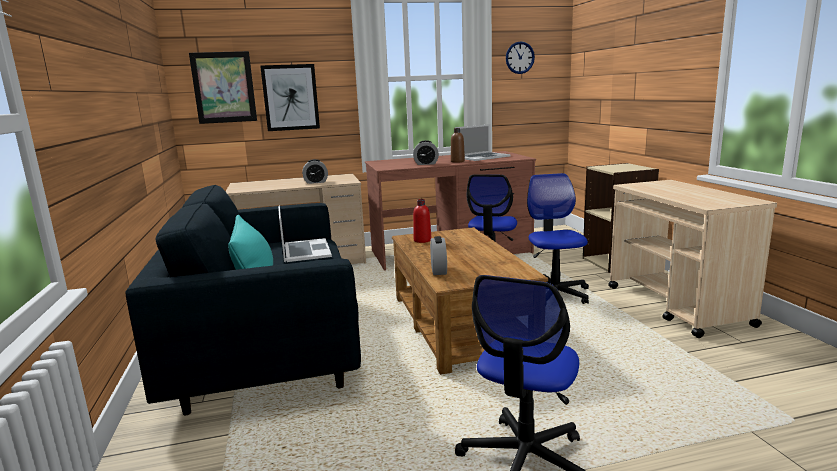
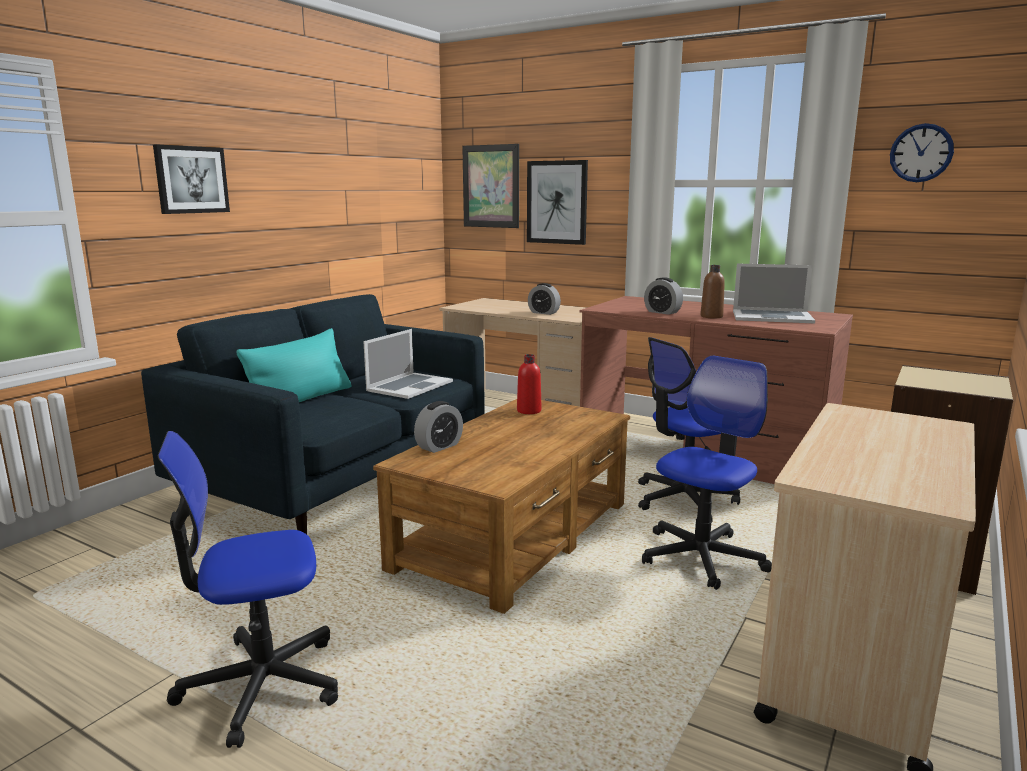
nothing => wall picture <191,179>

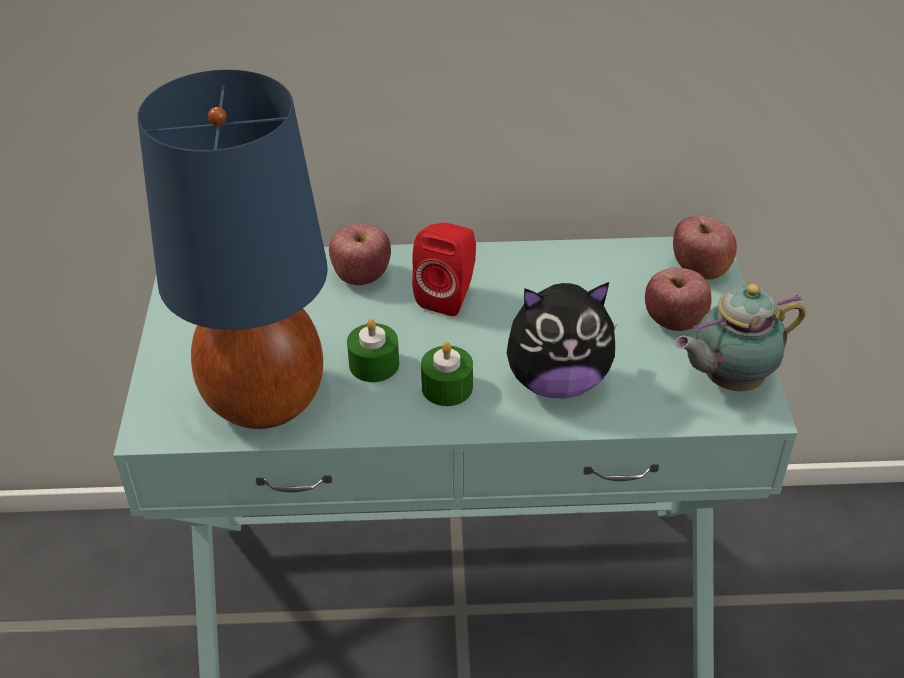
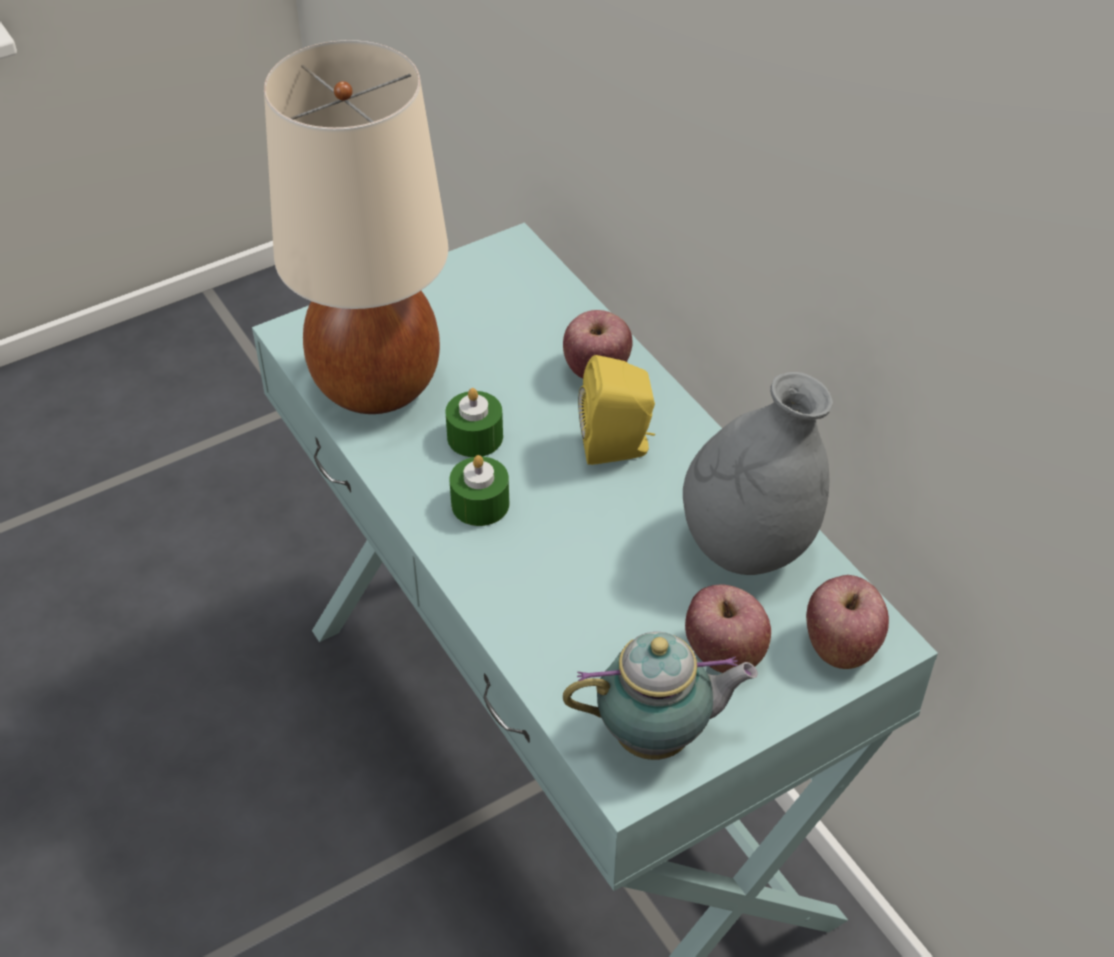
soft toy <562,340> => nothing
nothing => greyish vase <758,473>
bluish tabletop lamp <232,249> => beige tabletop lamp <356,227>
red-coloured speaker <444,269> => yellow speaker <616,410>
pot for tea <740,337> => pot for tea <660,696>, 135 degrees clockwise

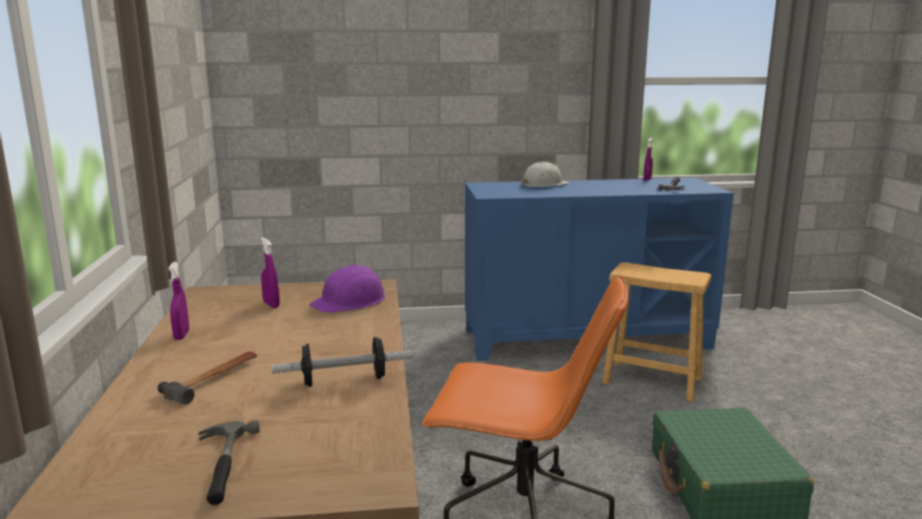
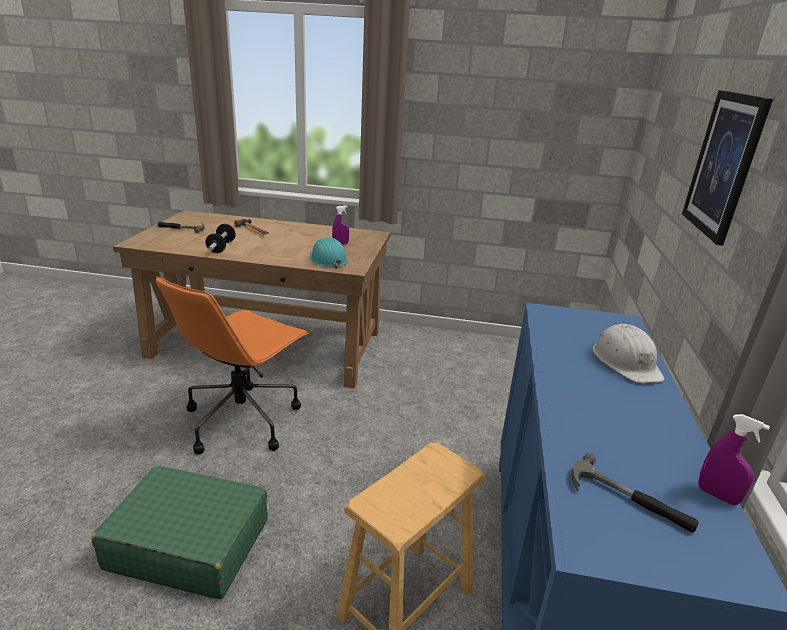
purplish hand sprayer <178,301> => nothing
nothing => wall picture <727,168>
purplish safety helmet <347,288> => turquoise-coloured safety helmet <329,253>

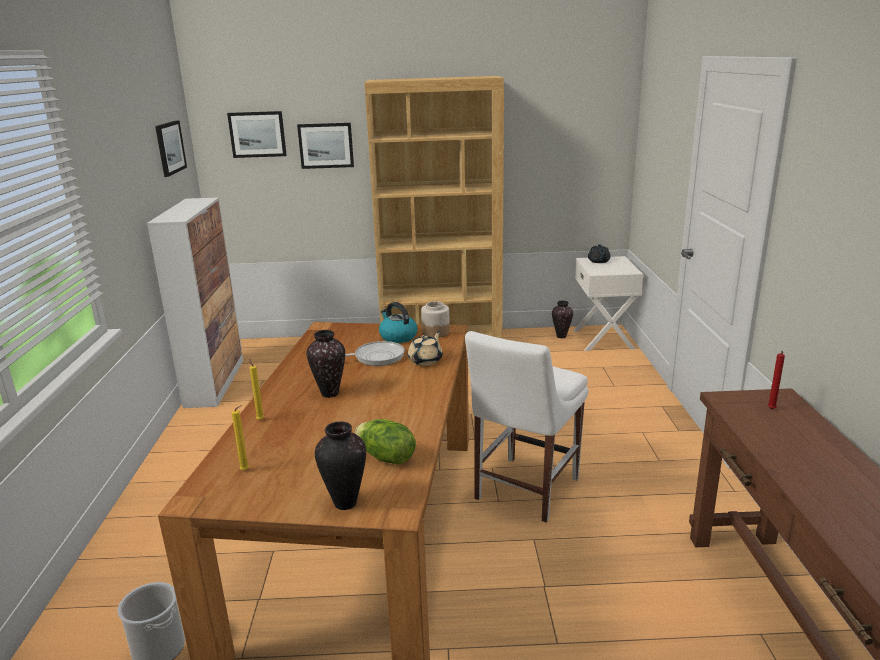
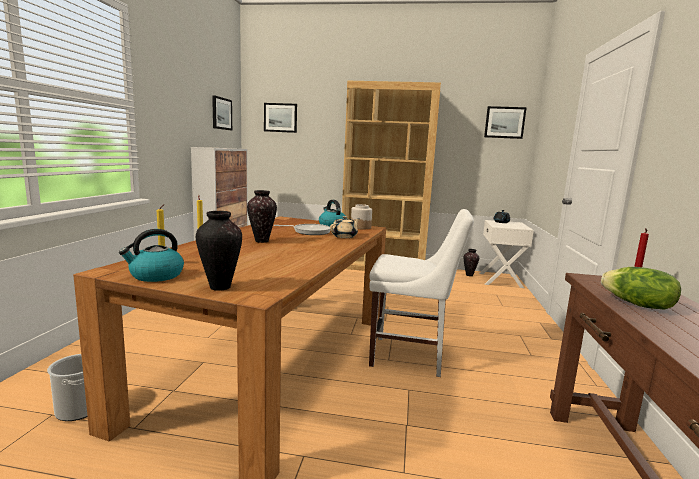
nothing => kettle <151,255>
wall picture <325,146> => wall picture <505,122>, relocated
head of lettuce <385,441> => head of lettuce <641,288>, relocated
white plain chair <527,427> => white plain chair <421,293>, 120 degrees counterclockwise

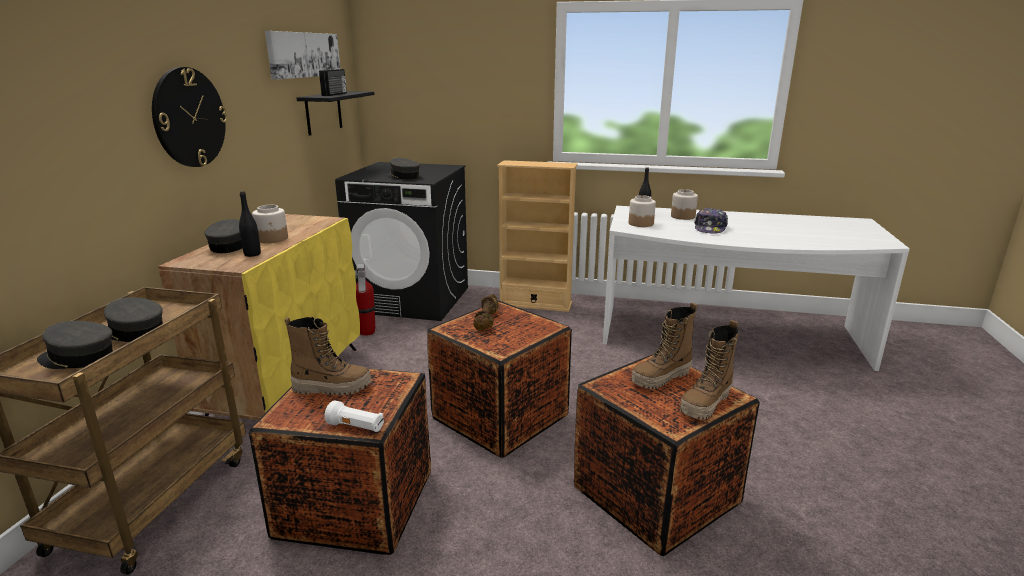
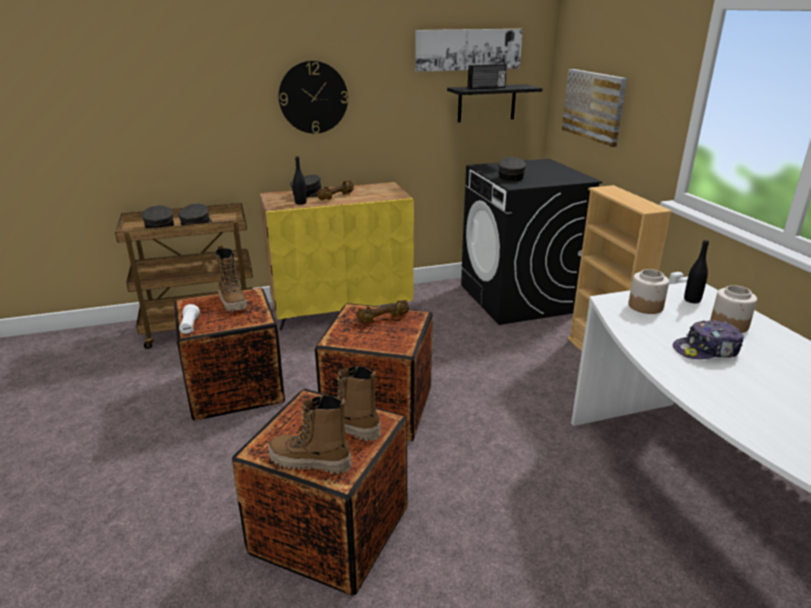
fire extinguisher <365,300> => nothing
nothing => wall picture <594,108>
storage jar <270,224> => brown-coloured dumbbell <335,190>

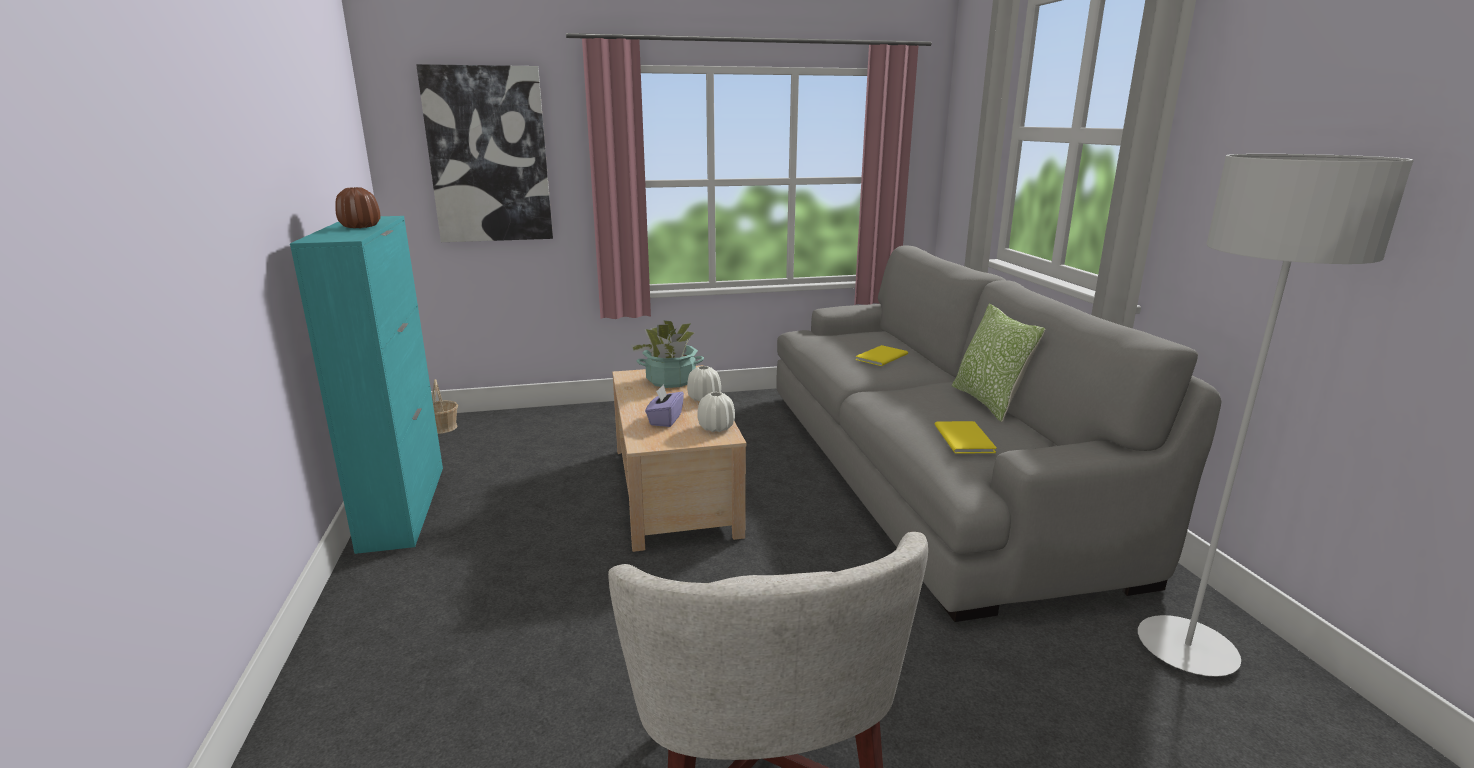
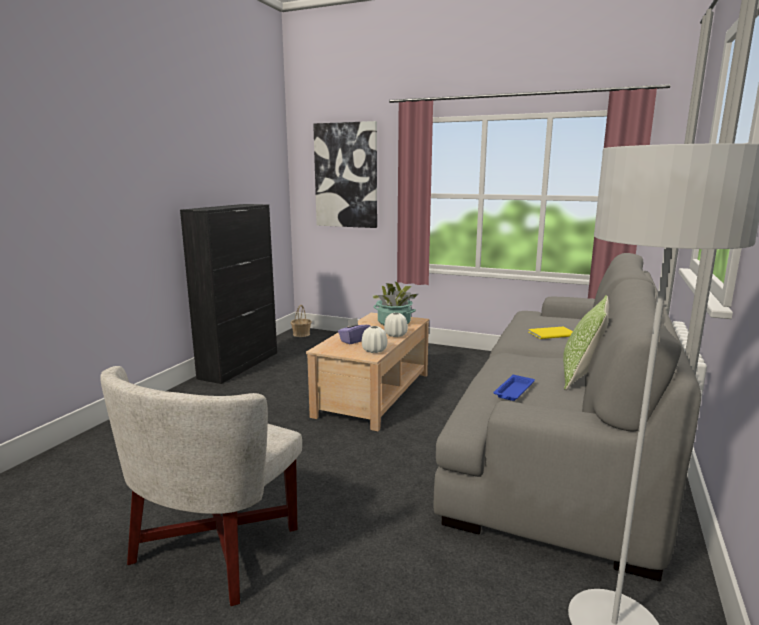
brown-coloured vase <357,207> => nothing
yellow book <965,437> => bluish carrying tray <514,388>
turquoise-coloured cabinet <366,385> => black-coloured cabinet <228,294>

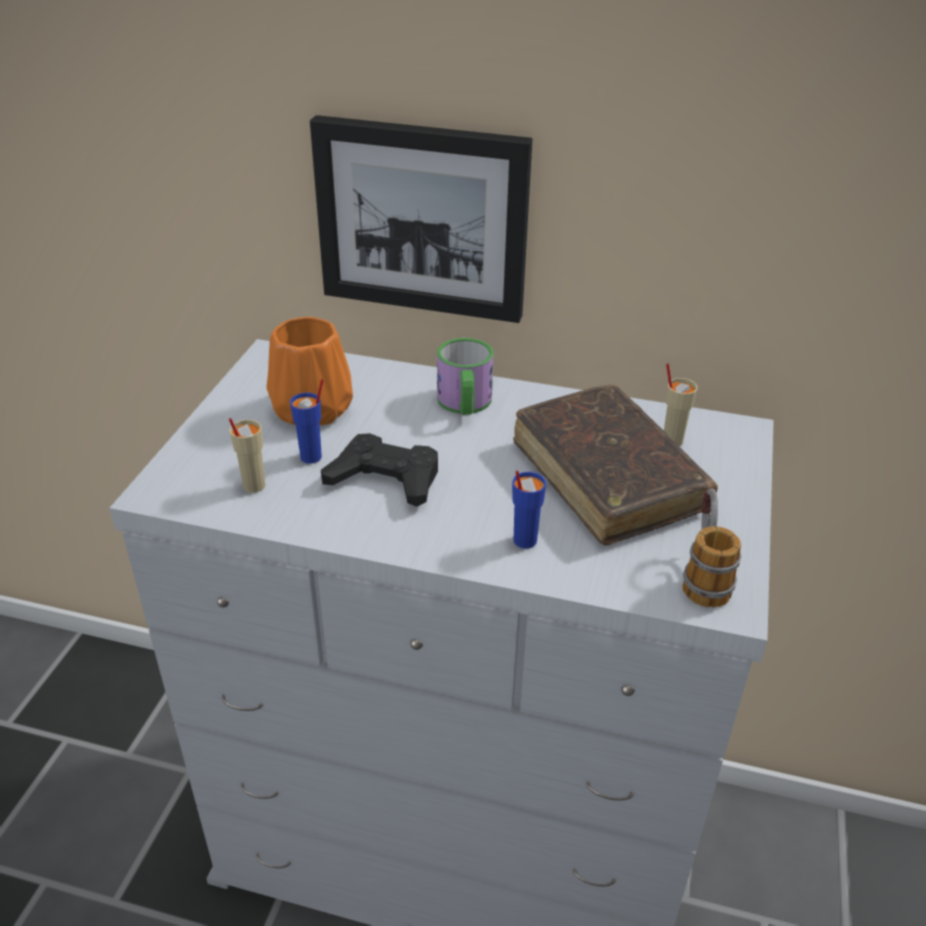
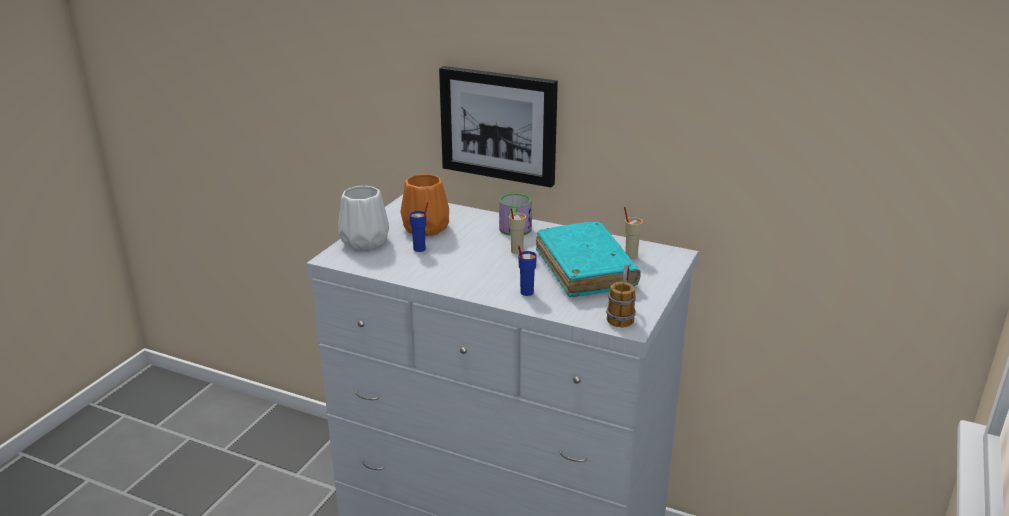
black-coloured joypad <379,470> => nothing
nothing => white vase <364,218>
beige small cup <247,455> => beige small cup <517,231>, relocated
brown-coloured book <615,465> => turquoise-coloured book <588,259>

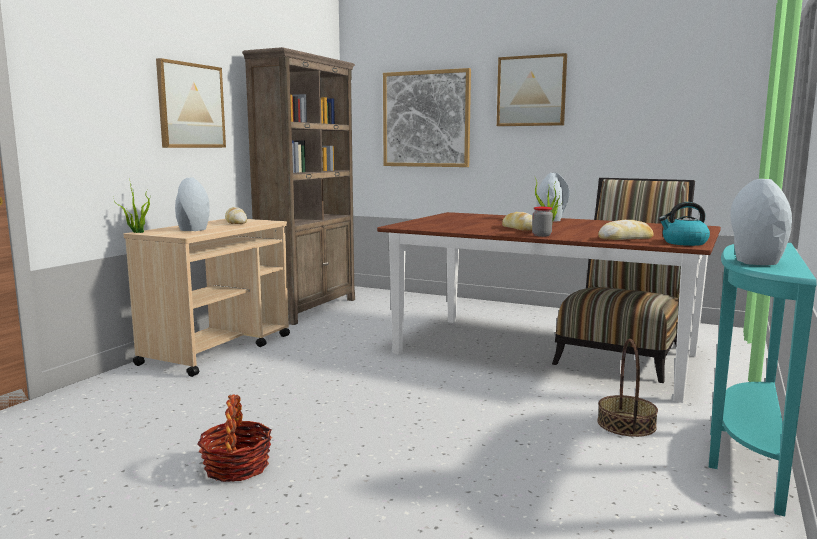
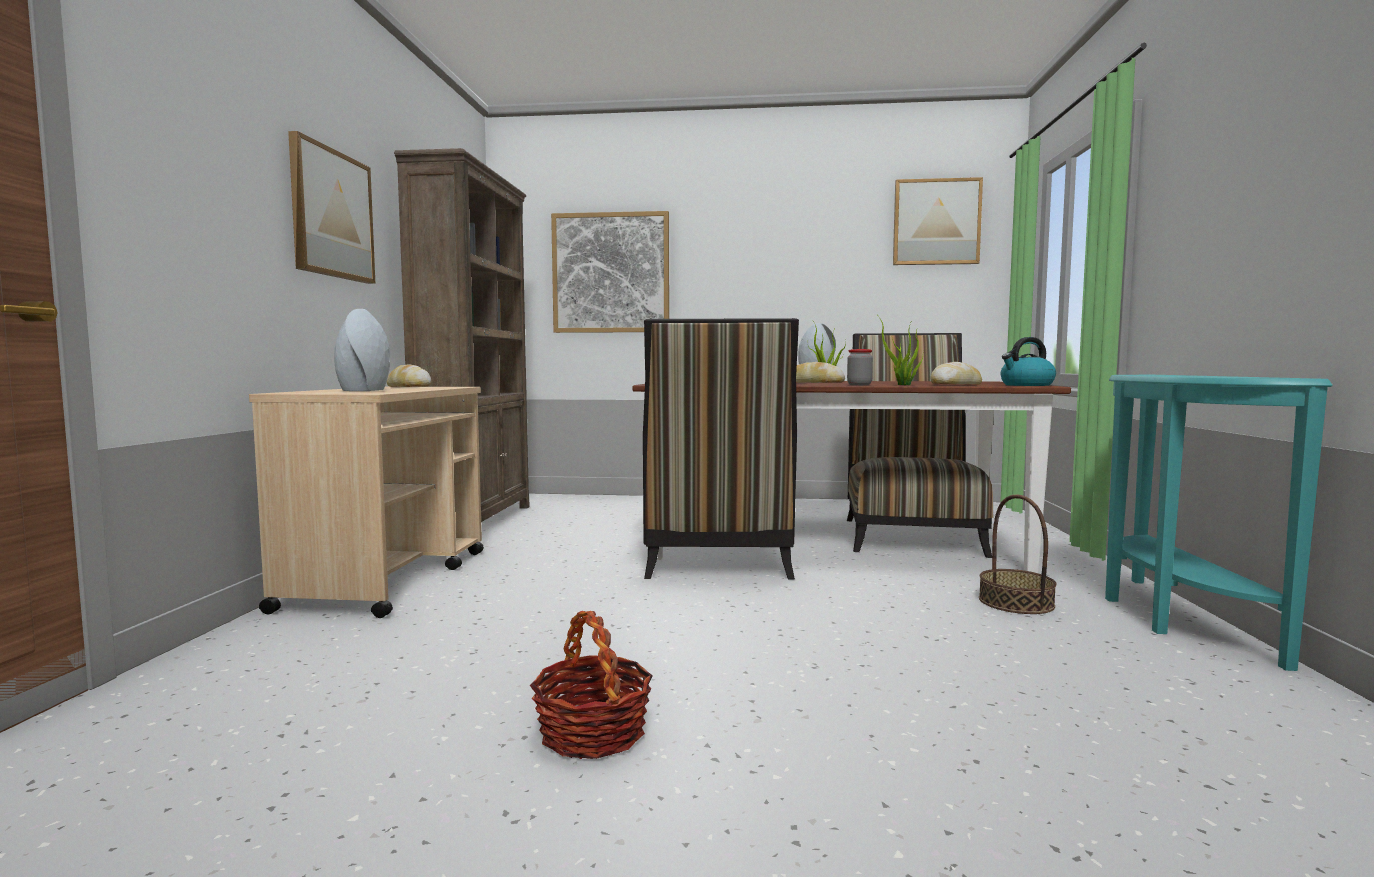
greyish vase <761,222> => nothing
nothing => plain chair <721,449>
plant in a pot <132,208> => plant in a pot <901,350>, relocated
wall picture <532,89> => wall picture <938,221>, relocated

